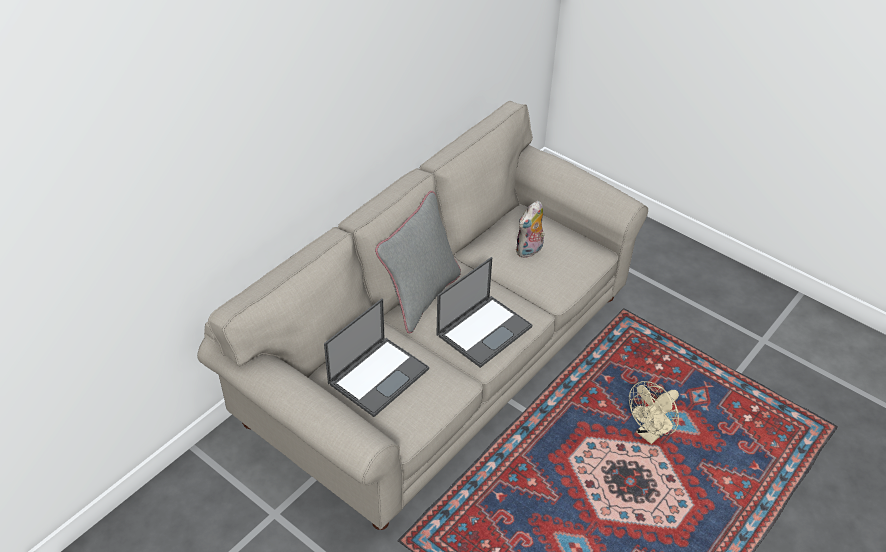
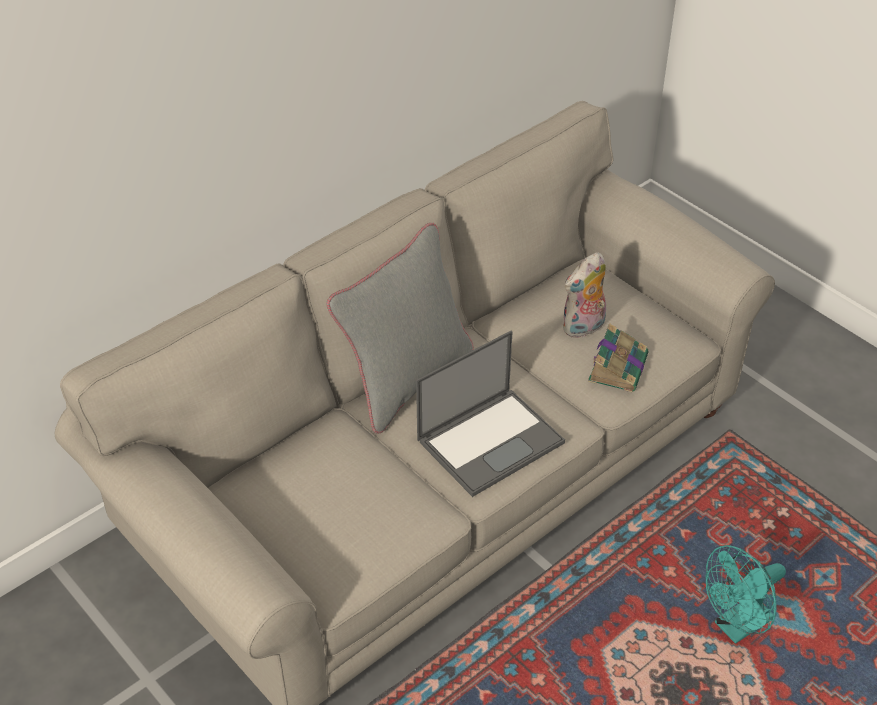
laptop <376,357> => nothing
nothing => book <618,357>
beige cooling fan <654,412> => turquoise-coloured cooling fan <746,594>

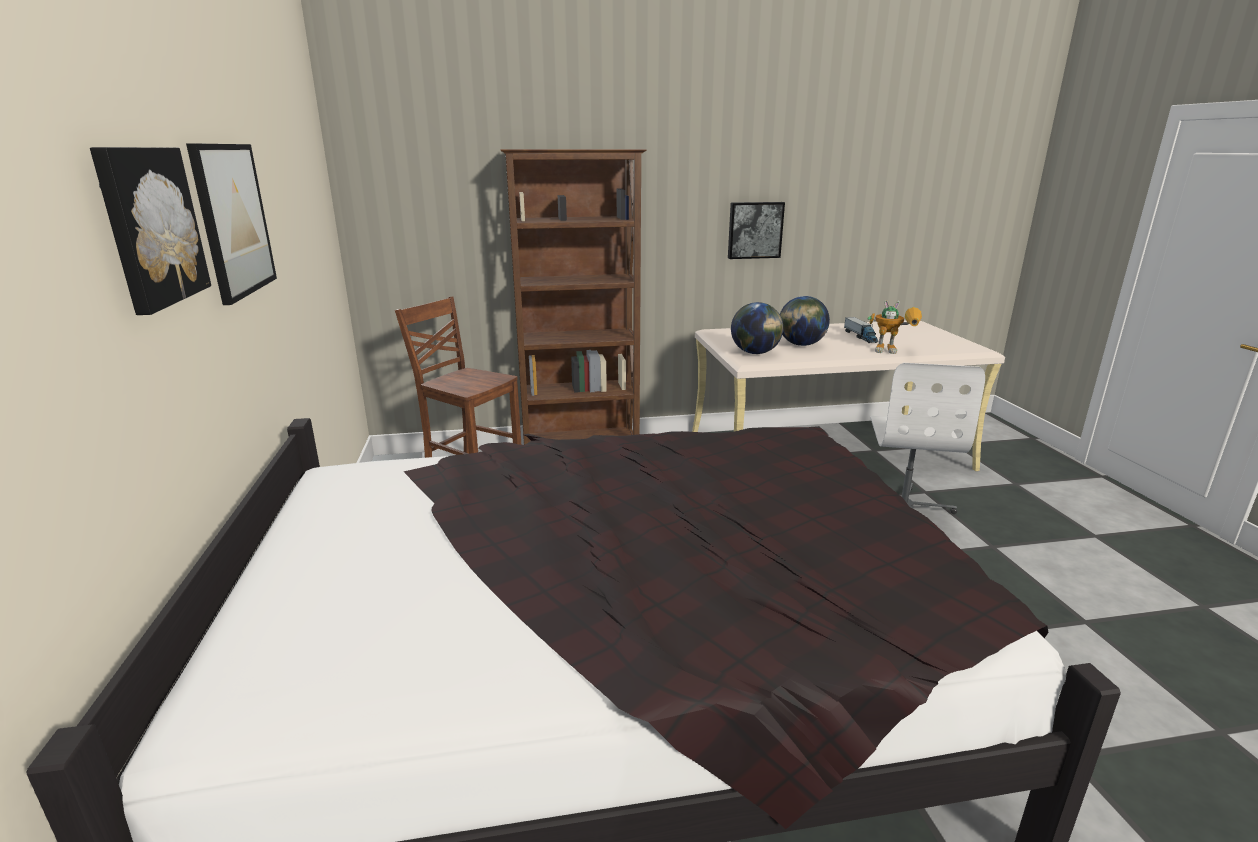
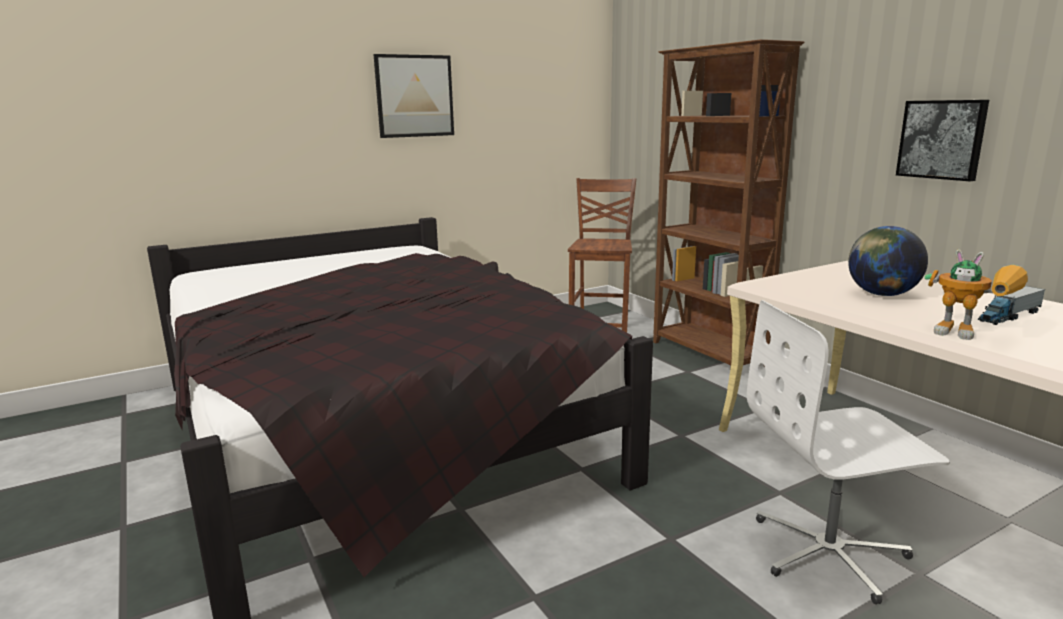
wall picture <150,231> => nothing
desk globe <757,328> => nothing
model robot <894,327> => model robot <976,295>, 45 degrees counterclockwise

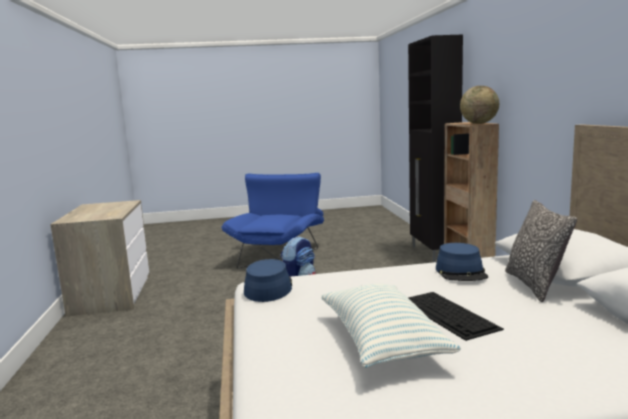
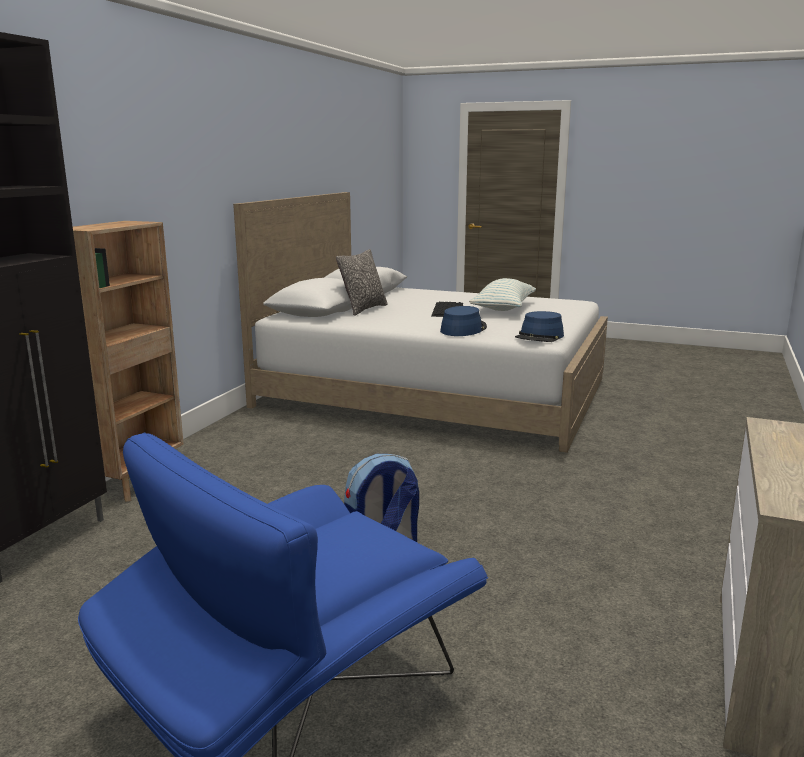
desk globe <479,105> => nothing
bluish hat <462,262> => bluish hat <463,321>, relocated

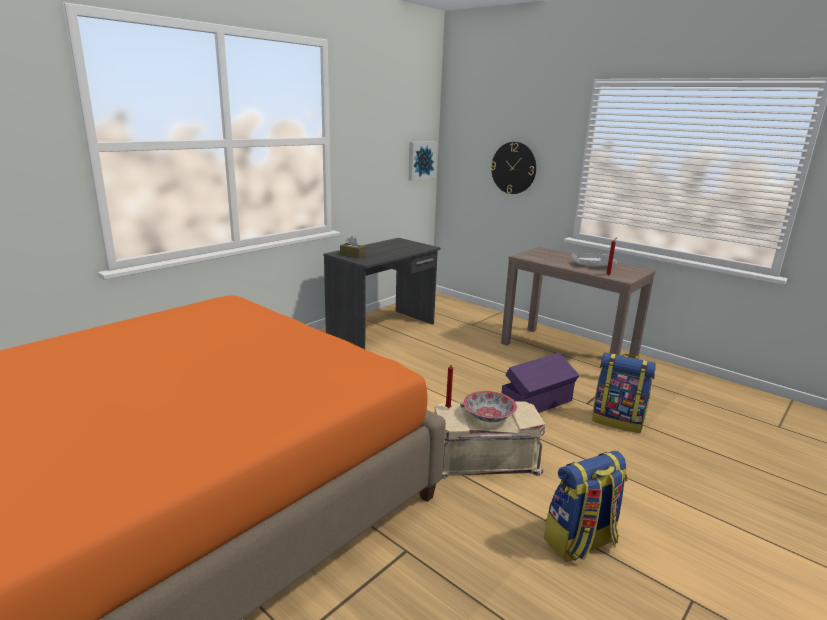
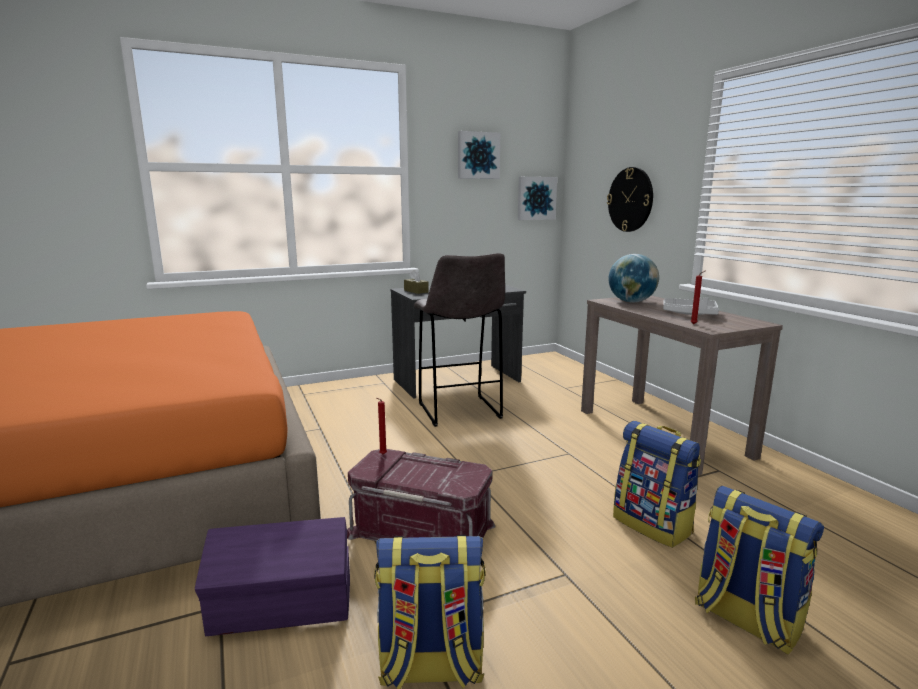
deep dish <490,406> => nothing
nothing => greyish stool <459,340>
nothing => wall picture <479,155>
nothing => desk globe <634,278>
nothing => backpack <759,570>
purplish storage bin <540,383> => purplish storage bin <272,576>, relocated
beige storage bin <490,440> => red-coloured storage bin <421,495>

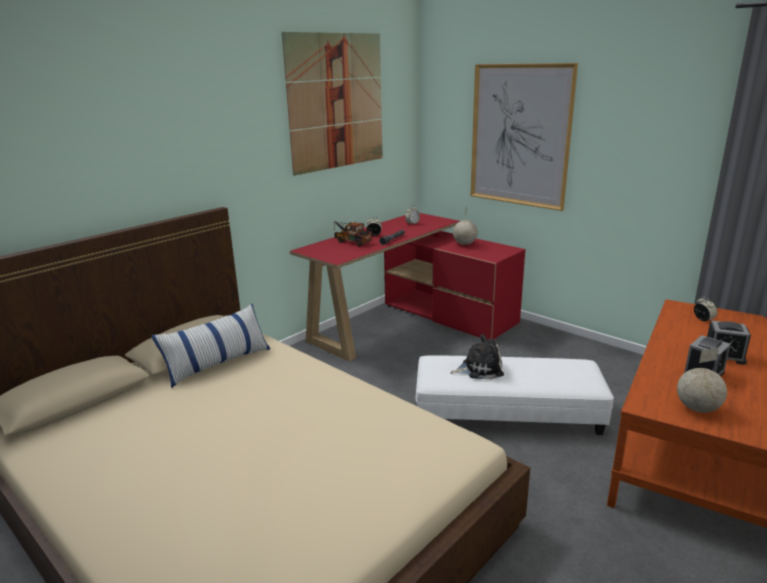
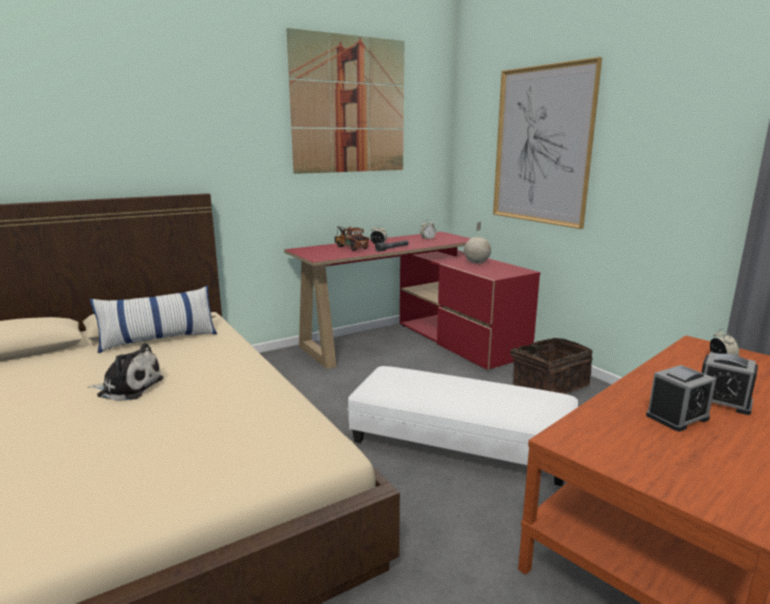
desk globe <702,380> => nothing
nothing => household basket <549,366>
soft toy <477,356> => soft toy <126,372>, relocated

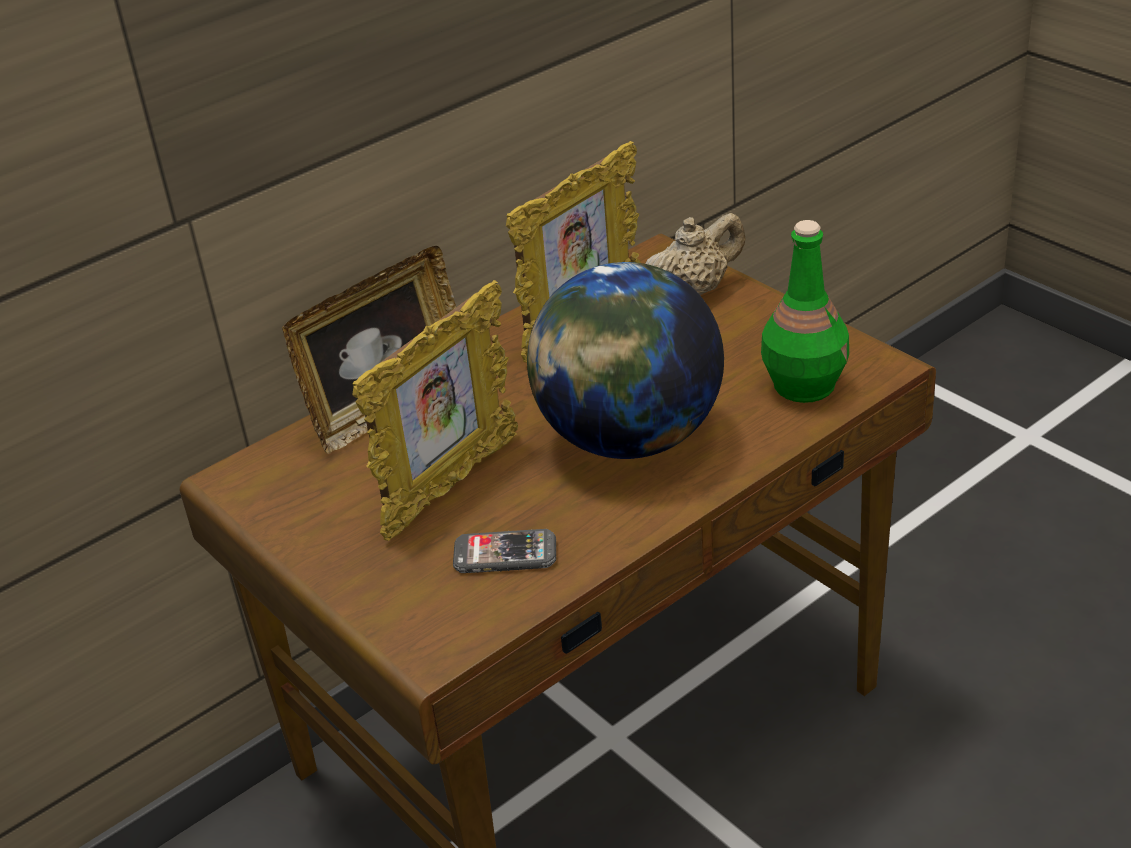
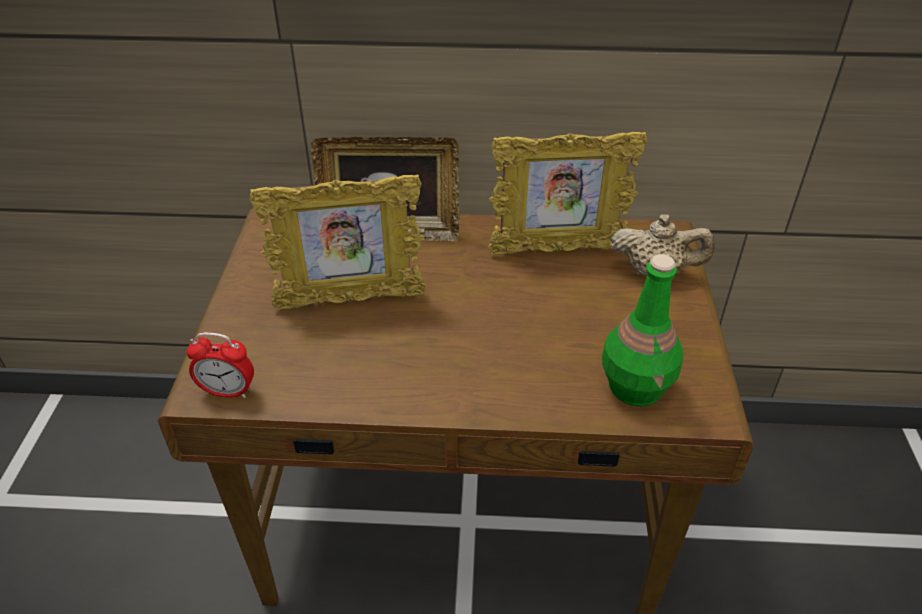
telephone <504,551> => nothing
desk globe <625,360> => nothing
nothing => bedside clock <220,365>

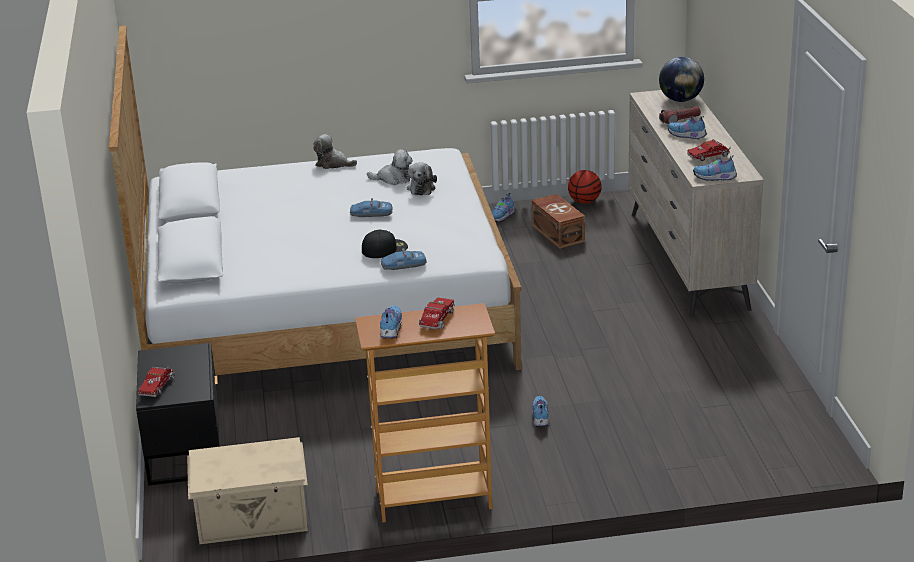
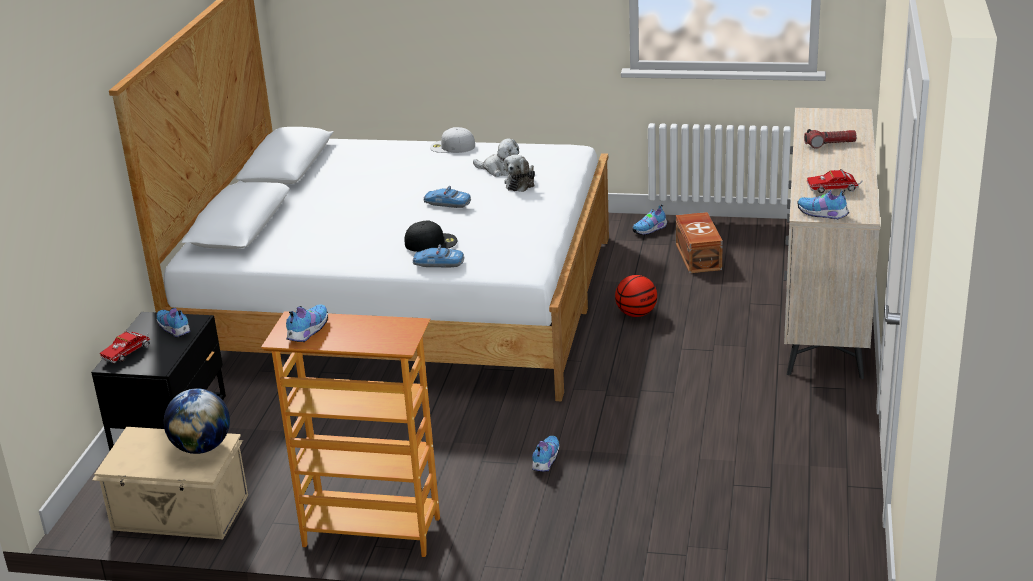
model truck <437,314> => nothing
basketball ball <585,187> => basketball ball <636,296>, relocated
desk globe <681,79> => desk globe <197,421>, relocated
shoe <687,127> => shoe <174,323>, relocated
soft toy <335,151> => white cap <452,140>

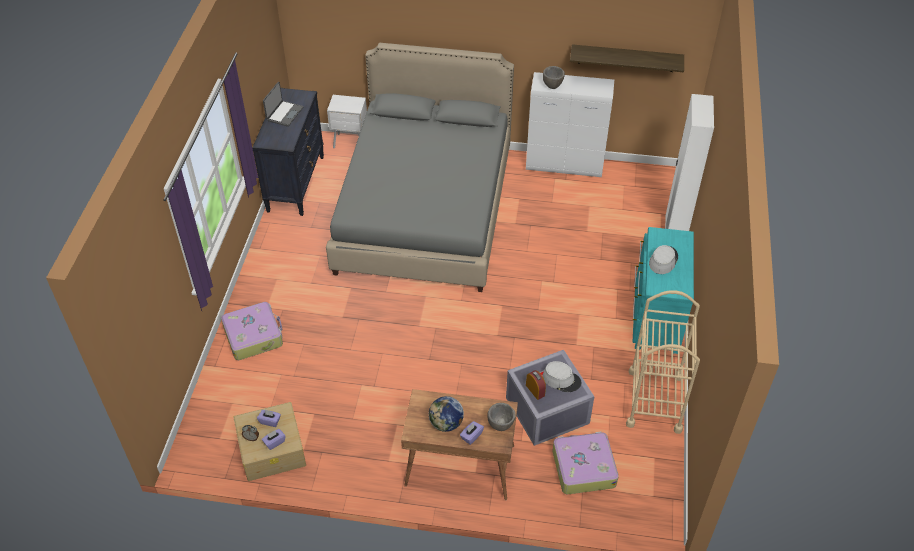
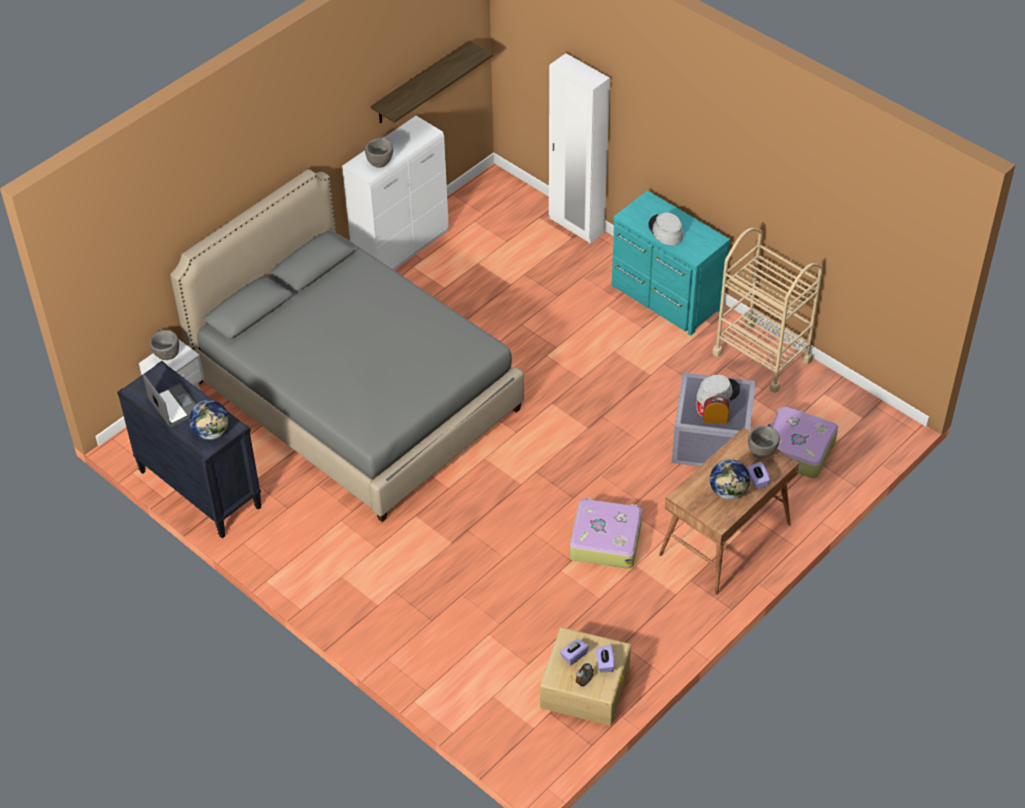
nothing => greyish deep dish <164,345>
nothing => desk globe <209,420>
travel case <252,331> => travel case <606,533>, relocated

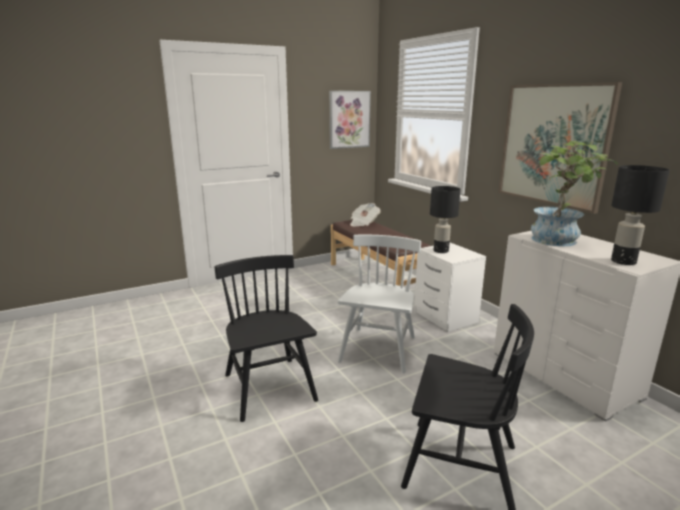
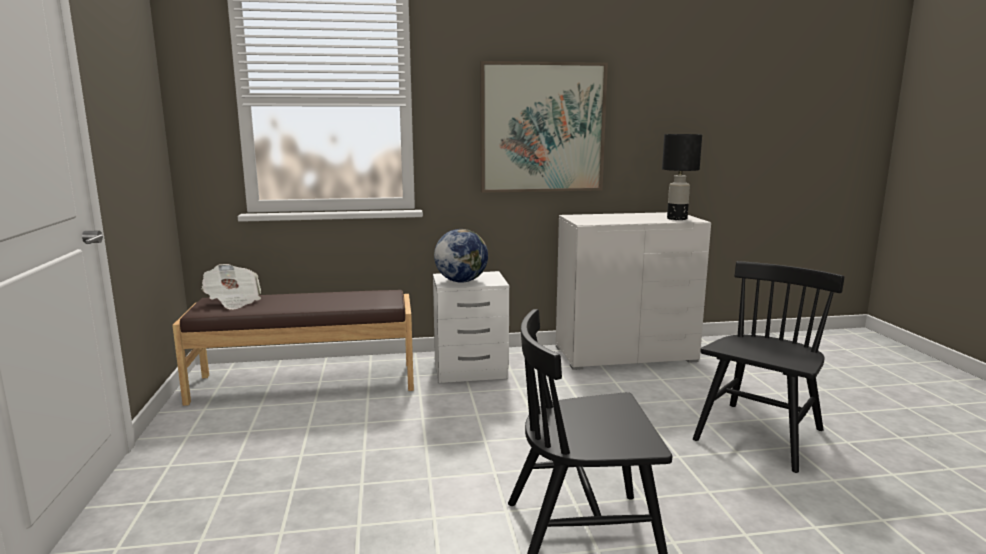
wall picture <350,120> => nothing
white plain chair <379,304> => nothing
plant in a pot <574,193> => nothing
black-coloured tabletop lamp <445,219> => desk globe <461,255>

